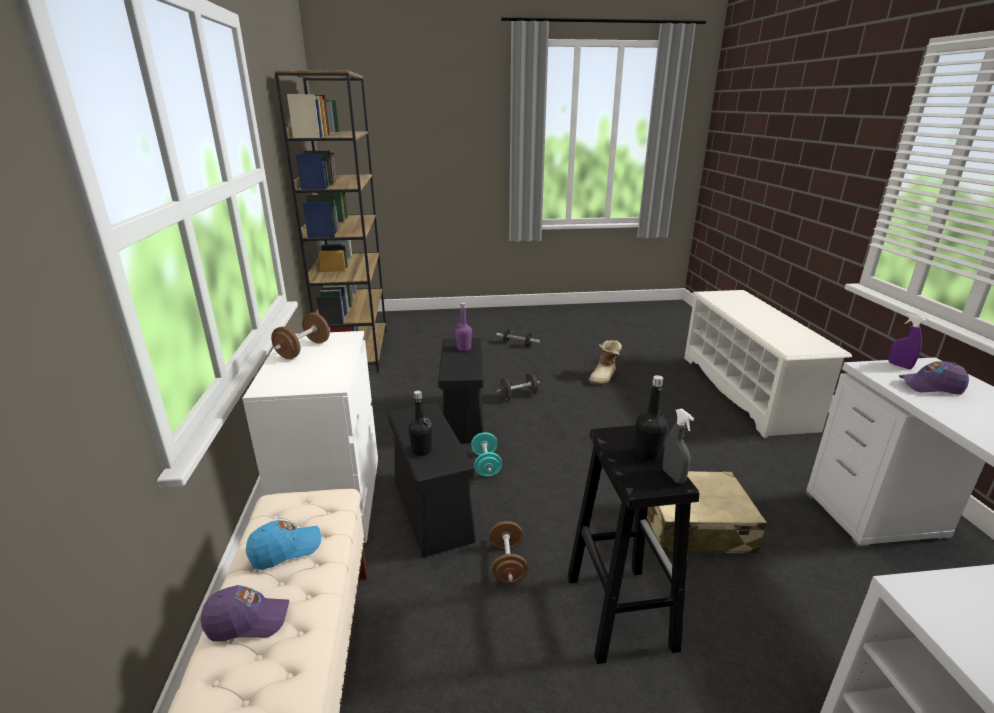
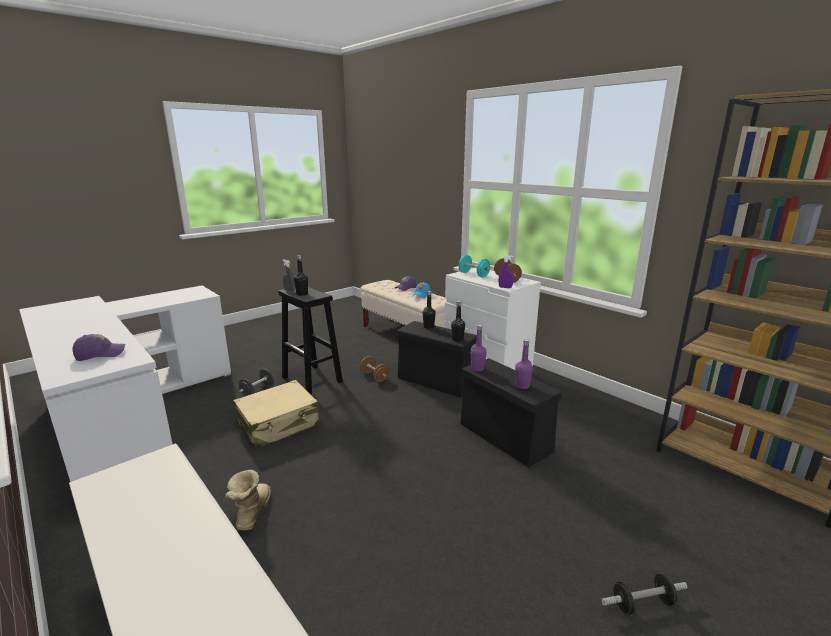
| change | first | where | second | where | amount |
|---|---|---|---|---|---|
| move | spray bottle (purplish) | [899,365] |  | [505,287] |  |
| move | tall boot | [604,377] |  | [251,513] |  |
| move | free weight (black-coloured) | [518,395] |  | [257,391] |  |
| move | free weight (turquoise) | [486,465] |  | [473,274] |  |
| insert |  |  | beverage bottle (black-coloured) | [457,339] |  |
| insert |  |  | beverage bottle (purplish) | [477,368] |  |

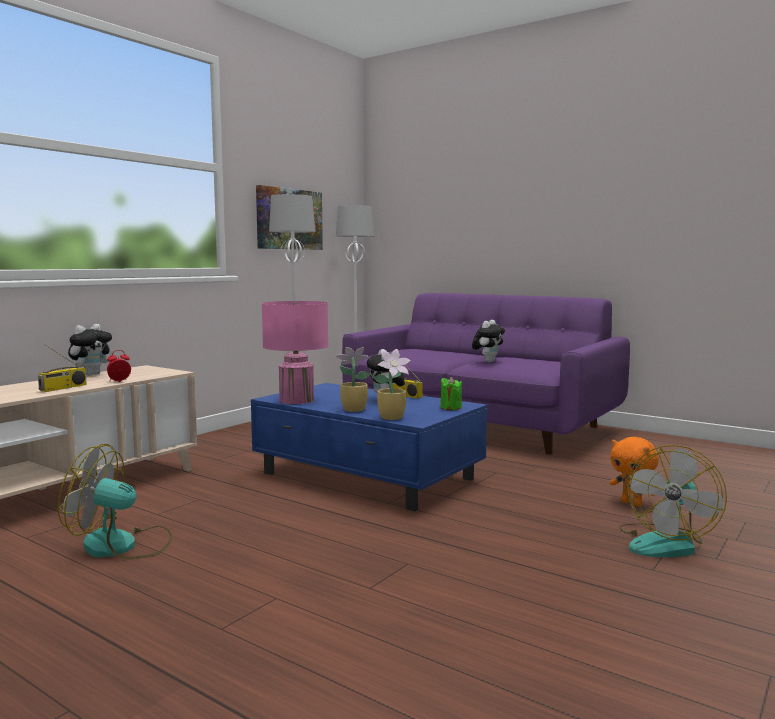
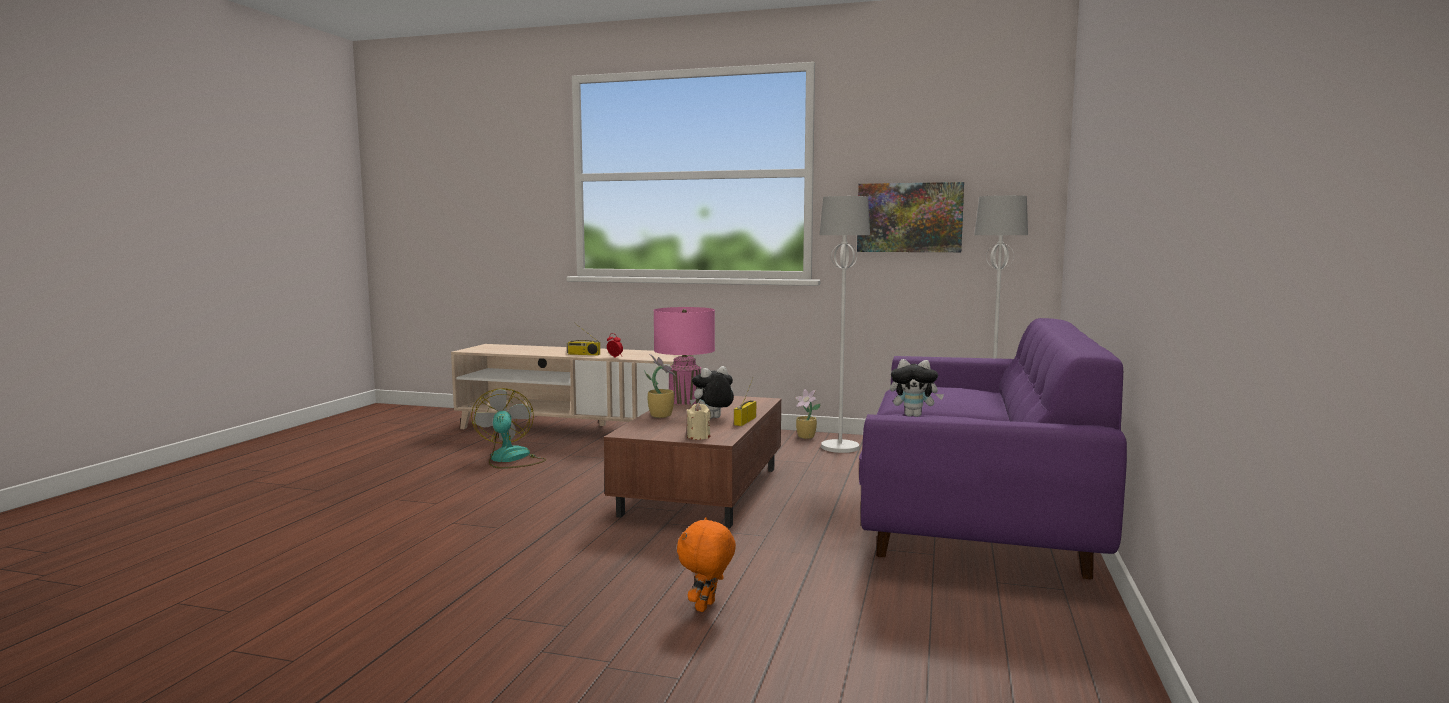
| change | first | where | second | where | amount |
|---|---|---|---|---|---|
| delete | soft toy | [91,374] |  |  |  |
| move | plant in a pot | [393,417] |  | [806,437] |  |
| recolor | wax light (greenish) | [451,408] | wax light (beige-coloured) | [698,437] |  |
| recolor | lounge table (bluish) | [368,477] | lounge table (brown) | [701,491] |  |
| delete | electric fan | [666,543] |  |  |  |

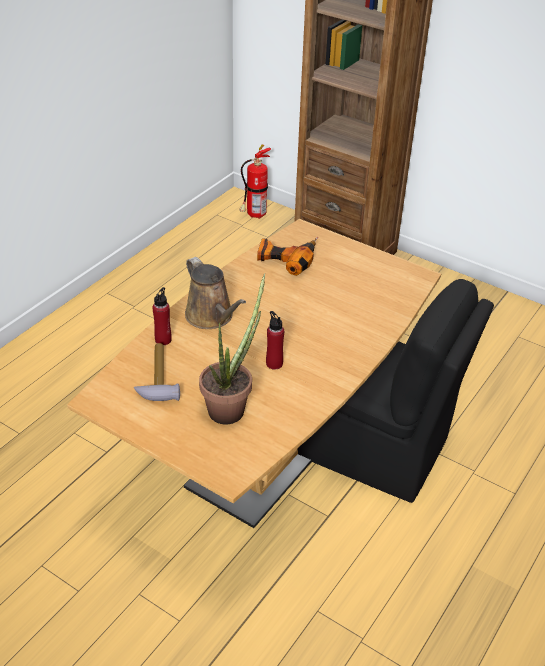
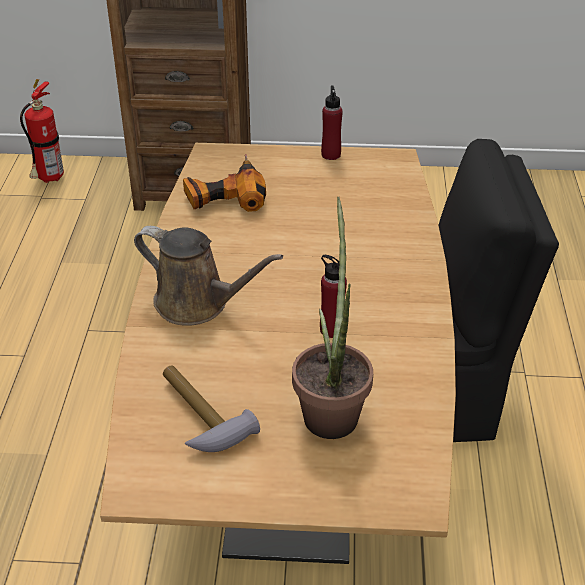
| change | first | where | second | where | amount |
|---|---|---|---|---|---|
| move | beverage bottle (red-coloured) | [163,340] |  | [331,154] |  |

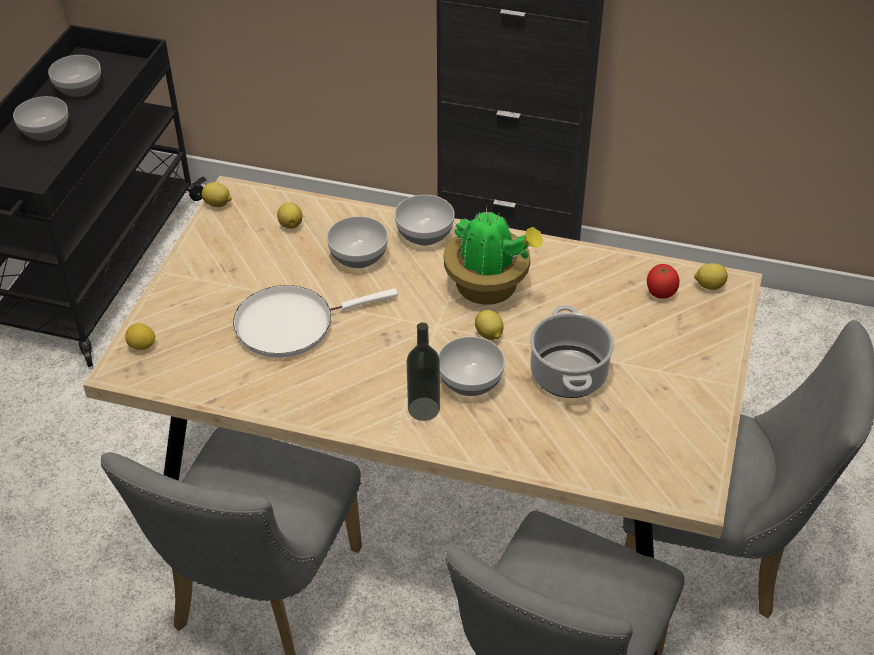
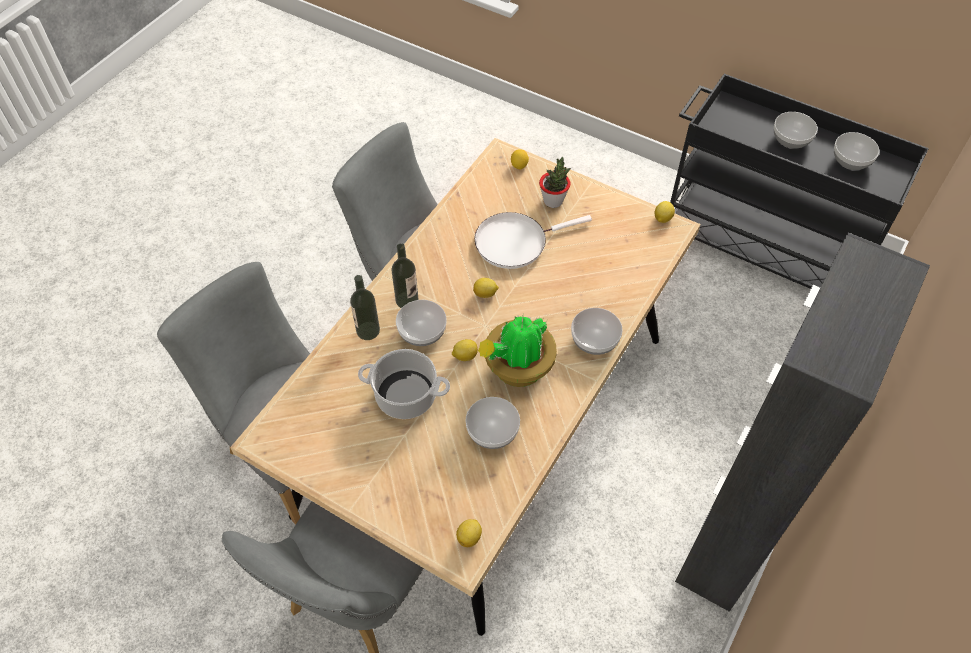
| change | first | where | second | where | amount |
|---|---|---|---|---|---|
| move | citrus fruit | [290,224] |  | [485,294] |  |
| move | deep dish | [358,256] |  | [493,432] |  |
| delete | tomato | [660,293] |  |  |  |
| rotate | skillet (whitish) | [291,324] |  | [515,242] | 105 degrees counterclockwise |
| insert |  |  | plant in a pot | [553,201] |  |
| insert |  |  | beverage bottle | [368,331] |  |

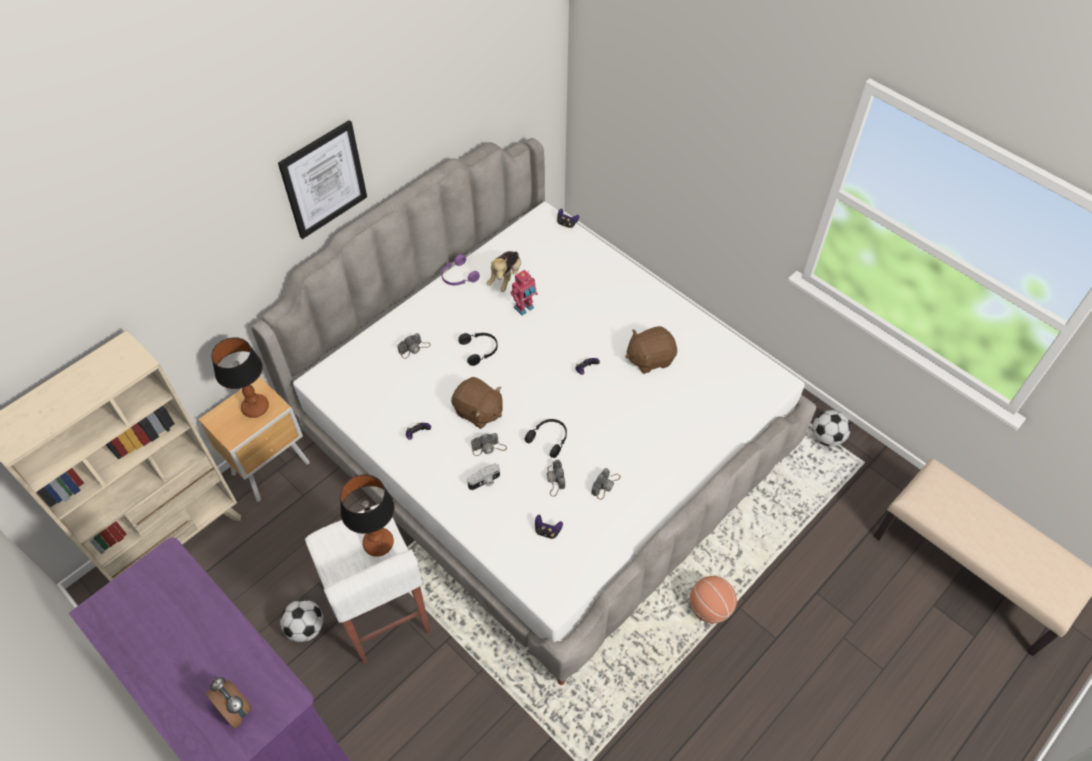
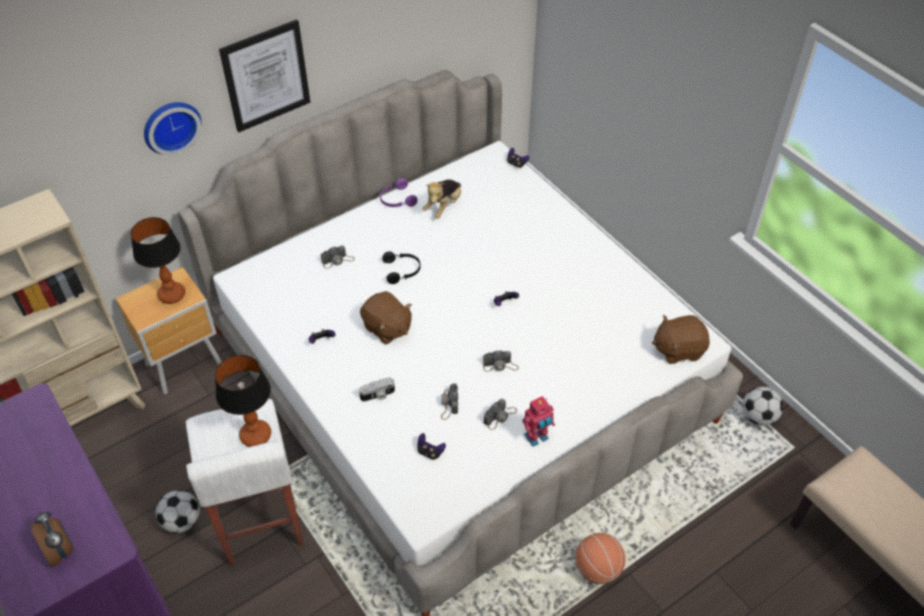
| change | first | where | second | where | amount |
|---|---|---|---|---|---|
| move | robot figure | [524,308] |  | [537,438] |  |
| move | soft toy (brown) | [650,358] |  | [678,349] |  |
| delete | headset (black-coloured) | [549,439] |  |  |  |
| move | photo camera | [488,447] |  | [500,365] |  |
| insert |  |  | hanging clock | [170,125] |  |

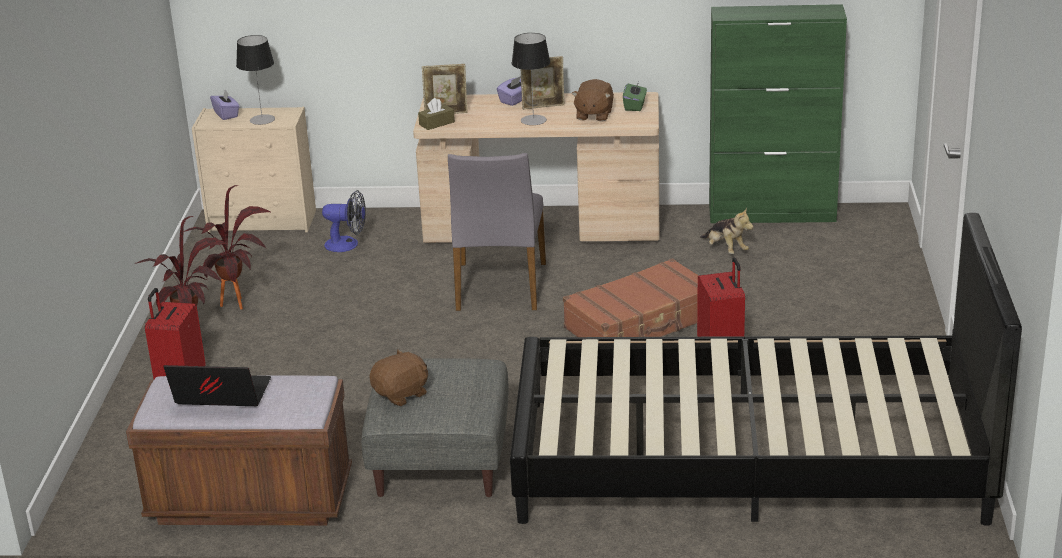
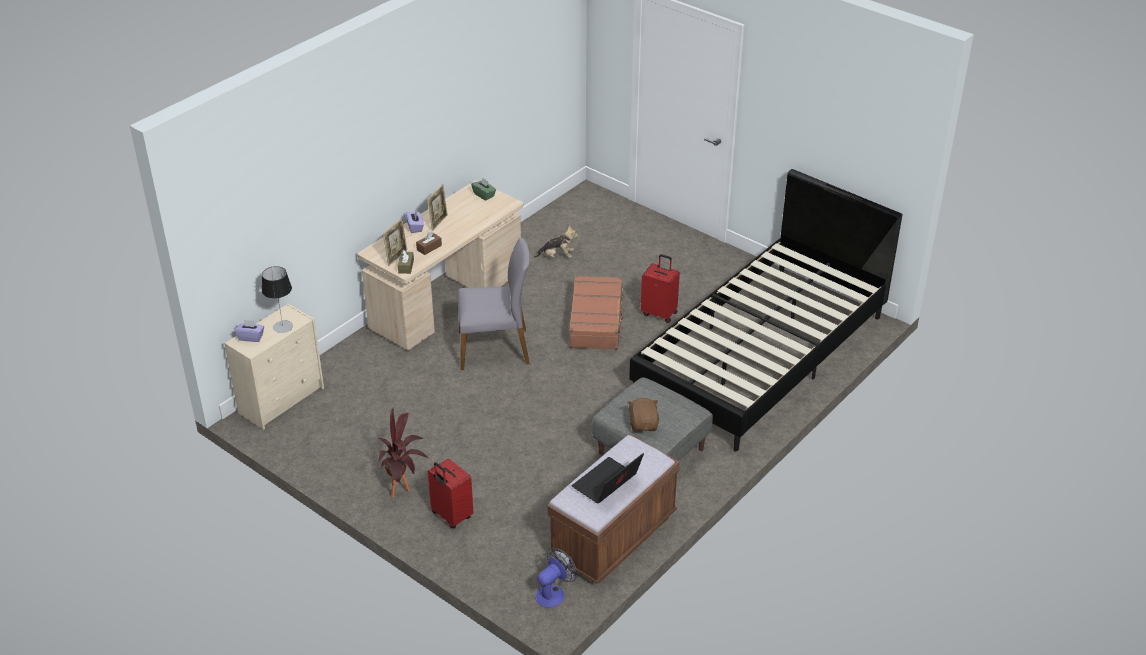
| change | first | where | second | where | amount |
|---|---|---|---|---|---|
| delete | storage cabinet (greenish) | [772,214] |  |  |  |
| delete | lamp for a table | [533,120] |  |  |  |
| delete | soft toy (brown) | [593,115] |  |  |  |
| rotate | upright chair (grey) | [499,287] |  | [495,348] | 45 degrees counterclockwise |
| delete | plant in a pot | [239,306] |  |  |  |
| move | electric fan | [347,244] |  | [554,593] |  |
| insert |  |  | tissue box (brown) | [429,248] |  |

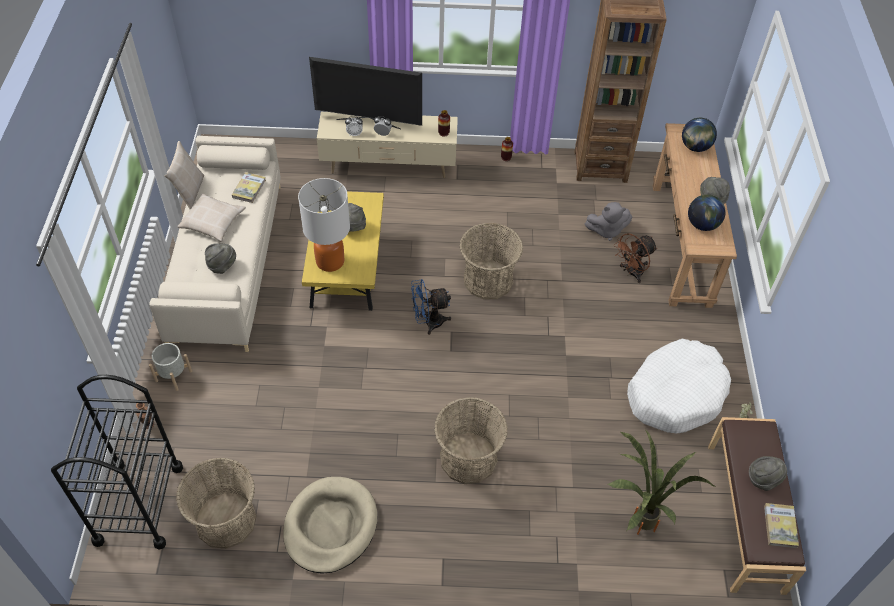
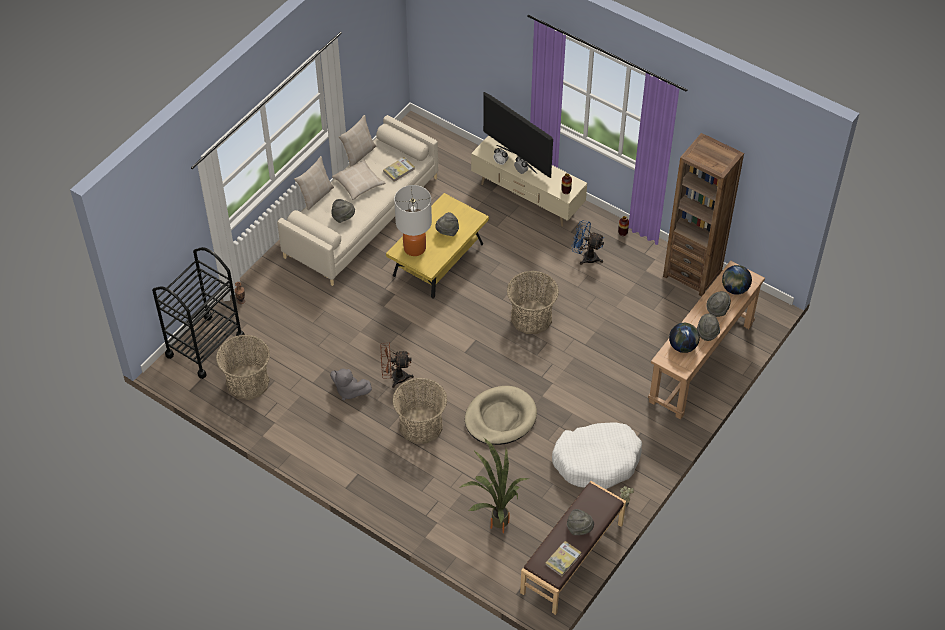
| change | first | where | second | where | amount |
|---|---|---|---|---|---|
| move | soft toy (grey) | [606,230] |  | [349,391] |  |
| move | electric fan (brown) | [631,273] |  | [394,377] |  |
| move | electric fan (bluish) | [428,322] |  | [586,257] |  |
| delete | flower pot (grey) | [173,376] |  |  |  |
| move | pet bed (beige-coloured) | [330,526] |  | [500,418] |  |
| insert |  |  | throw pillow (beige-coloured) | [316,196] |  |
| insert |  |  | clothing hat (grey) | [717,310] |  |

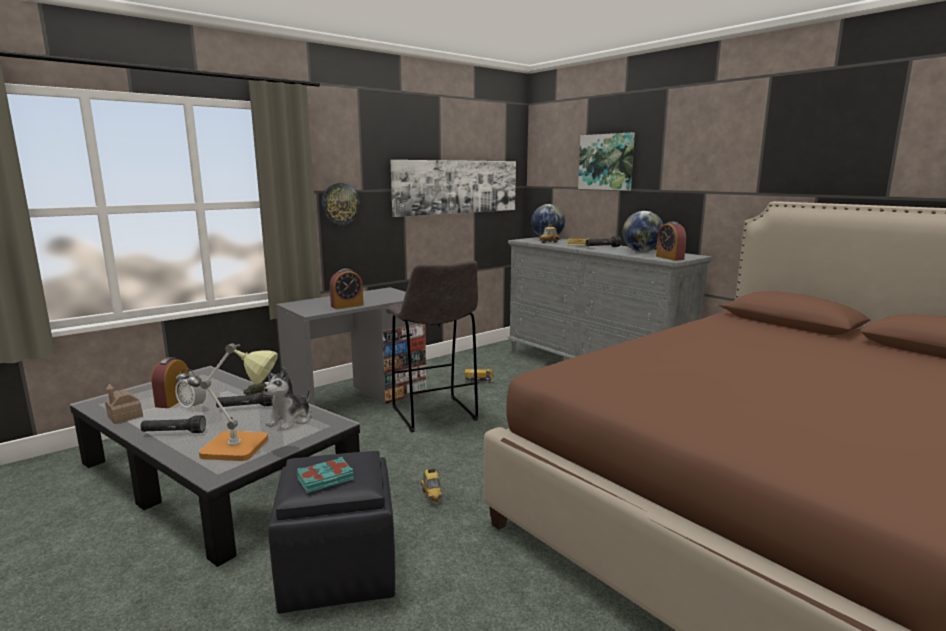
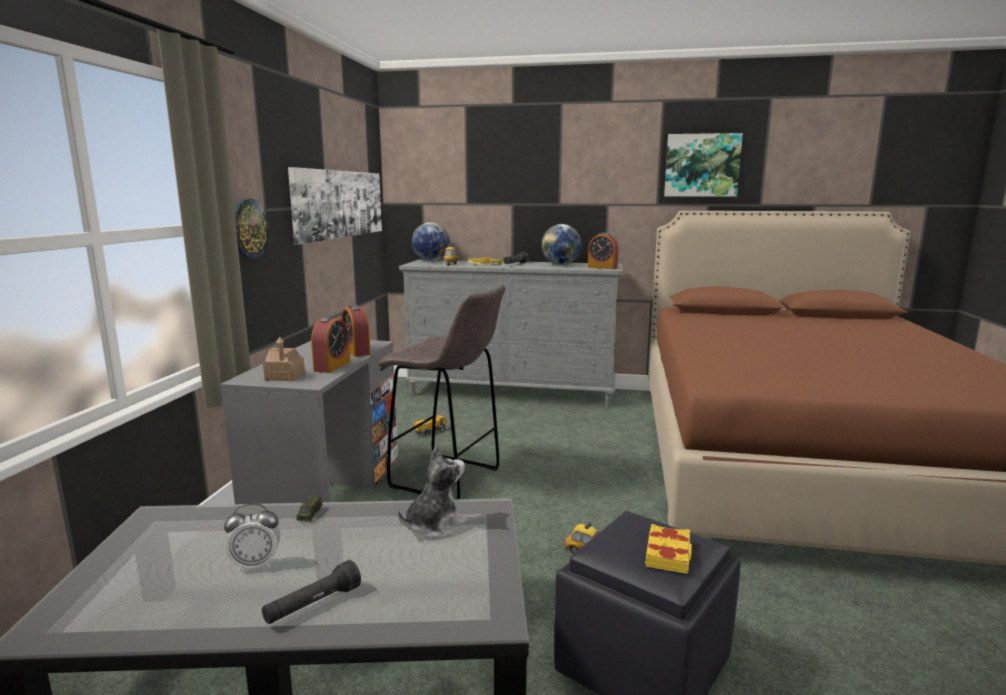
| change | first | where | second | where | amount |
|---|---|---|---|---|---|
| move | wall picture | [606,162] |  | [702,165] |  |
| delete | lamp for a table | [243,447] |  |  |  |
| move | table clock | [173,400] |  | [356,351] |  |
| rotate | soft toy | [290,420] |  | [434,525] | 120 degrees counterclockwise |
| move | model house | [125,416] |  | [285,376] |  |
| delete | flashlight (black-coloured) | [245,407] |  |  |  |
| recolor | bound book (turquoise) | [326,479] | bound book (yellow) | [668,554] |  |

